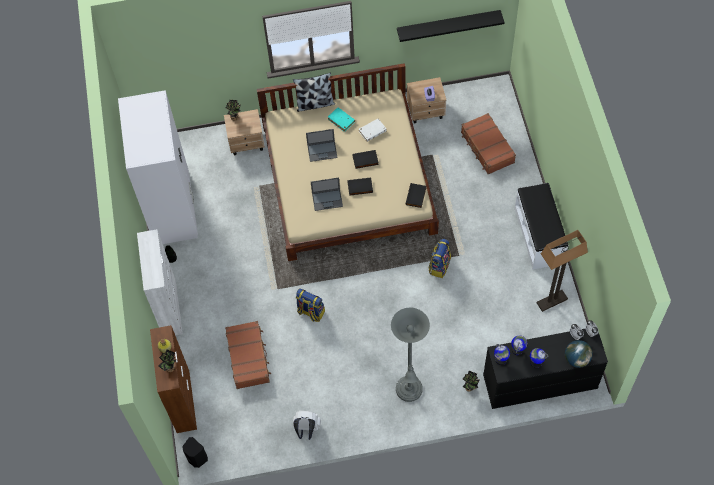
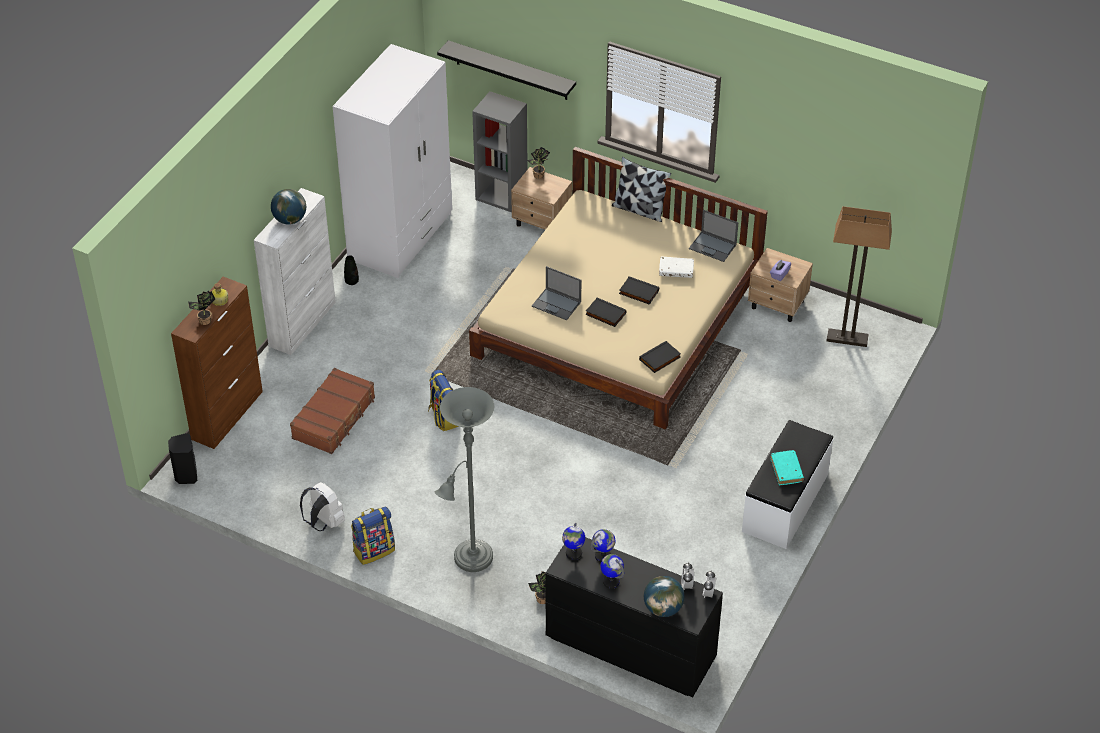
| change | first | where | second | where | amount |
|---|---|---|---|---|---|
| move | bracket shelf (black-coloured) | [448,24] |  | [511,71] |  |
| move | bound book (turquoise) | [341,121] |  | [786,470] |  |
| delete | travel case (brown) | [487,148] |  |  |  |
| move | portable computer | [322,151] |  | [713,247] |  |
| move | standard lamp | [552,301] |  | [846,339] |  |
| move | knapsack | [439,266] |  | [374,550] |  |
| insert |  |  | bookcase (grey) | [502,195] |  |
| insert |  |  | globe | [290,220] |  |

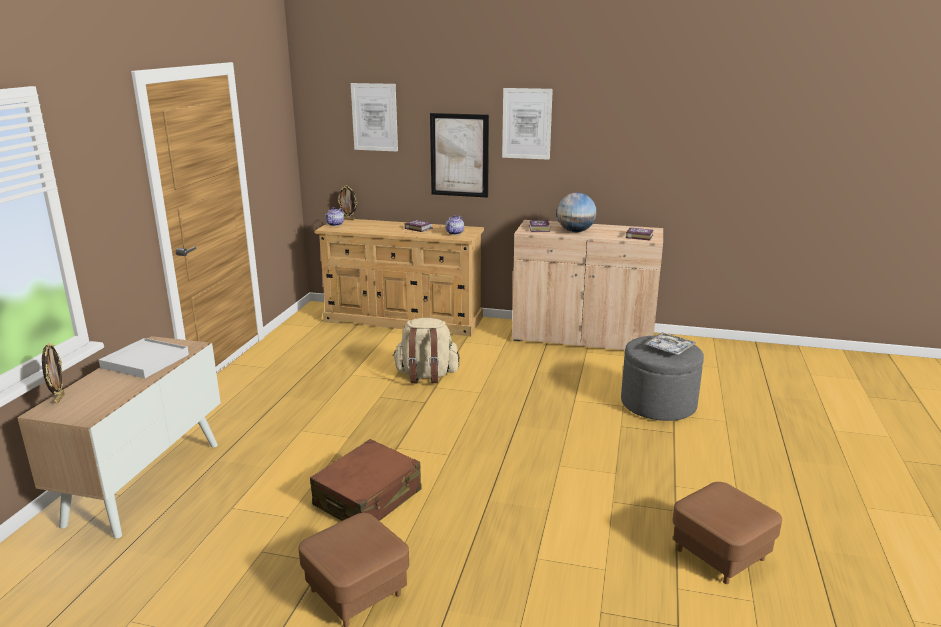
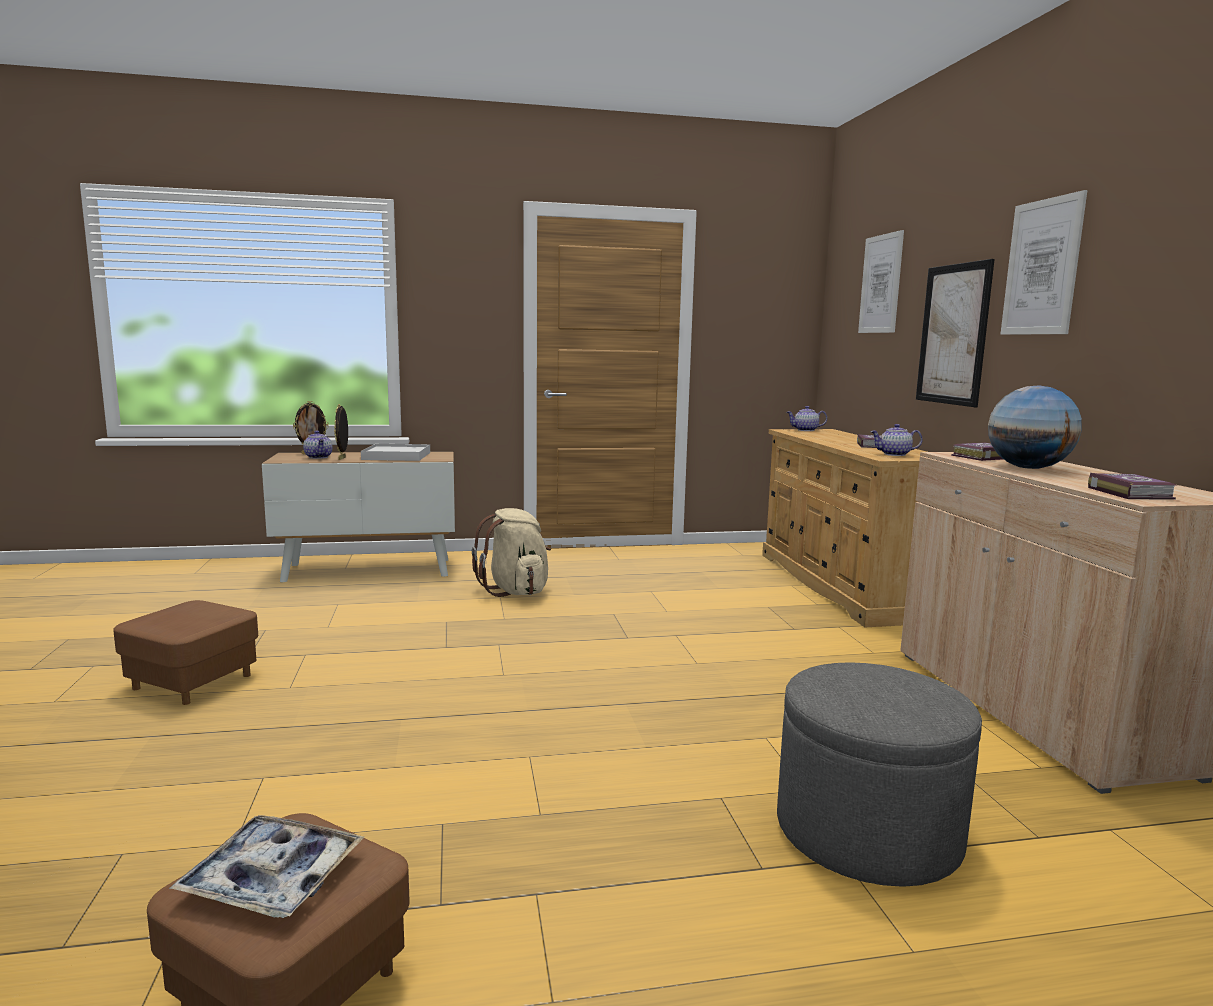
| change | first | where | second | where | amount |
|---|---|---|---|---|---|
| move | picture frame | [349,219] |  | [343,458] |  |
| move | knapsack (beige-coloured) | [426,376] |  | [516,591] |  |
| move | serving tray | [669,348] |  | [272,878] |  |
| delete | travel case (brown) | [368,498] |  |  |  |
| insert |  |  | pot for tea | [319,457] |  |

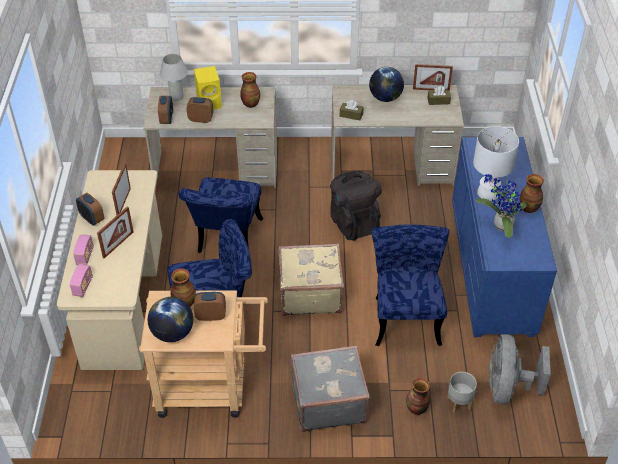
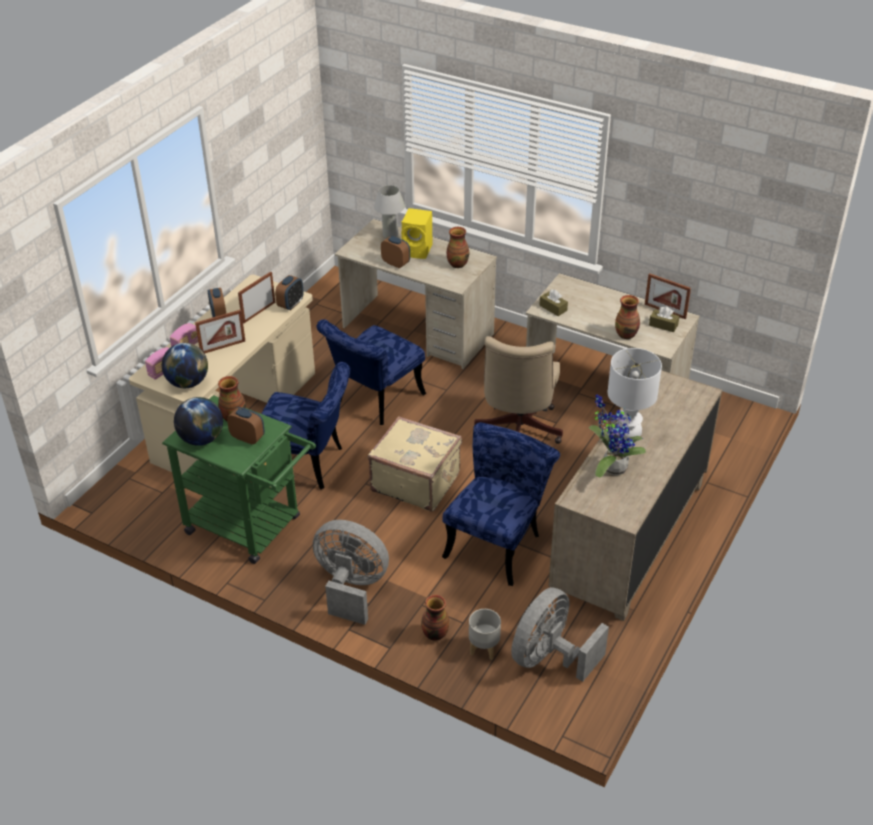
| change | first | where | second | where | amount |
|---|---|---|---|---|---|
| move | globe | [385,98] |  | [188,383] |  |
| move | table clock | [167,119] |  | [291,304] |  |
| recolor | chest of drawers (bluish) | [491,271] | chest of drawers (beige-coloured) | [630,536] |  |
| replace | knapsack (black-coloured) | [353,222] | desk chair (beige-coloured) | [517,431] |  |
| move | decorative vase | [529,208] |  | [626,334] |  |
| recolor | wheeled cart (beige-coloured) | [210,388] | wheeled cart (greenish) | [251,528] |  |
| replace | travel case (grey) | [327,401] | electric fan (grey) | [351,588] |  |

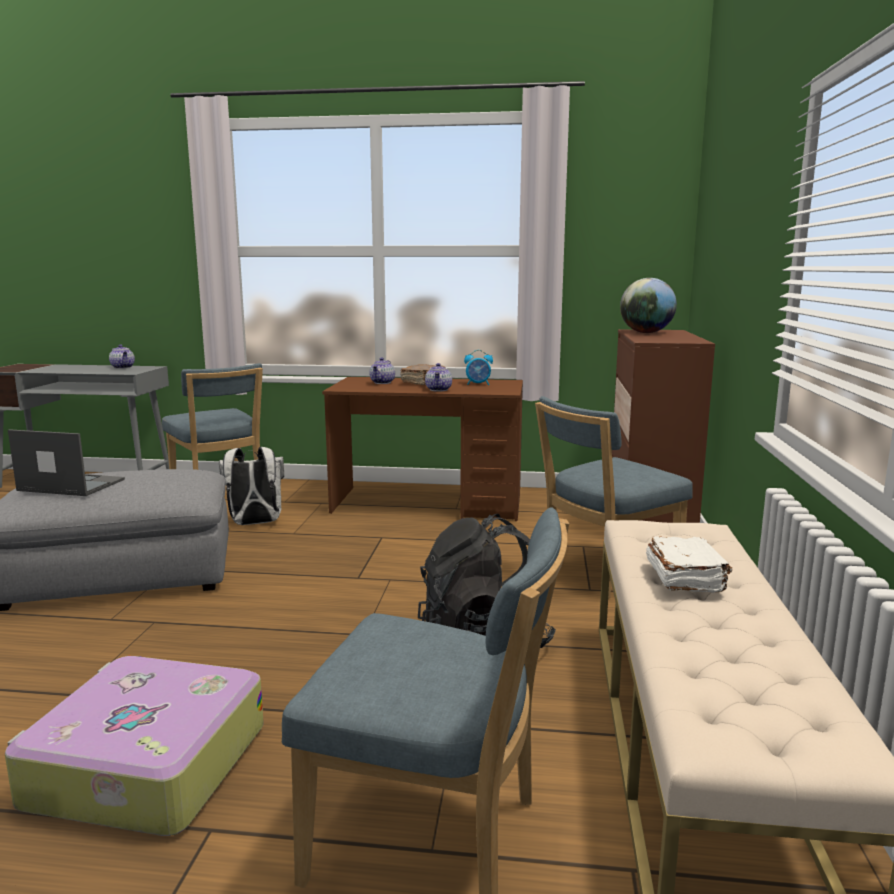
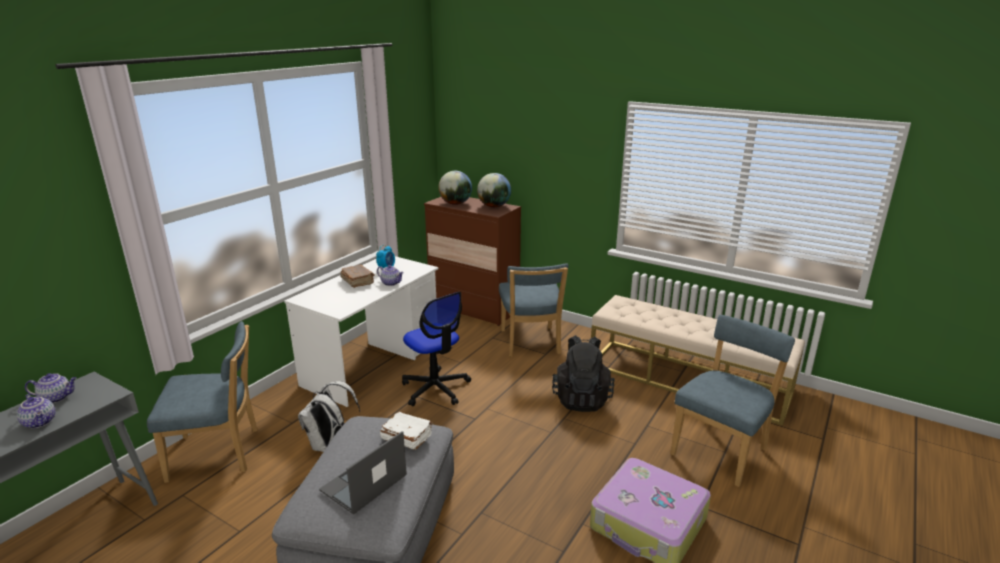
| change | first | where | second | where | amount |
|---|---|---|---|---|---|
| move | pot for tea | [383,382] |  | [41,422] |  |
| recolor | desk unit (brown) | [428,504] | desk unit (whitish) | [373,364] |  |
| move | bound book (whitish) | [685,579] |  | [406,437] |  |
| insert |  |  | globe | [494,206] |  |
| insert |  |  | desk chair | [436,388] |  |

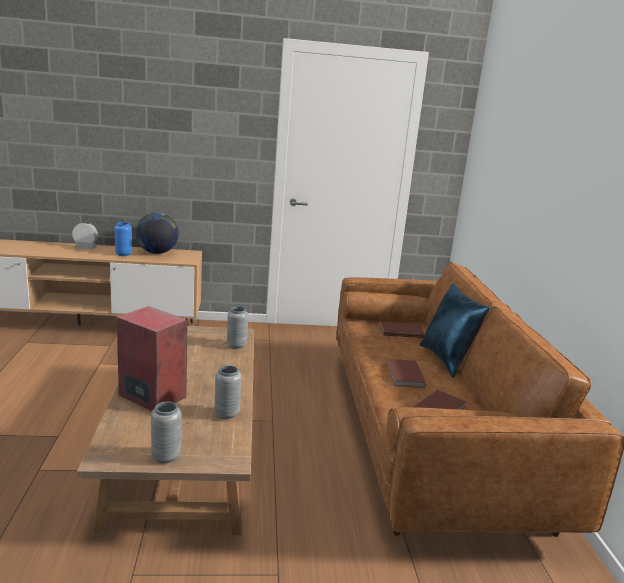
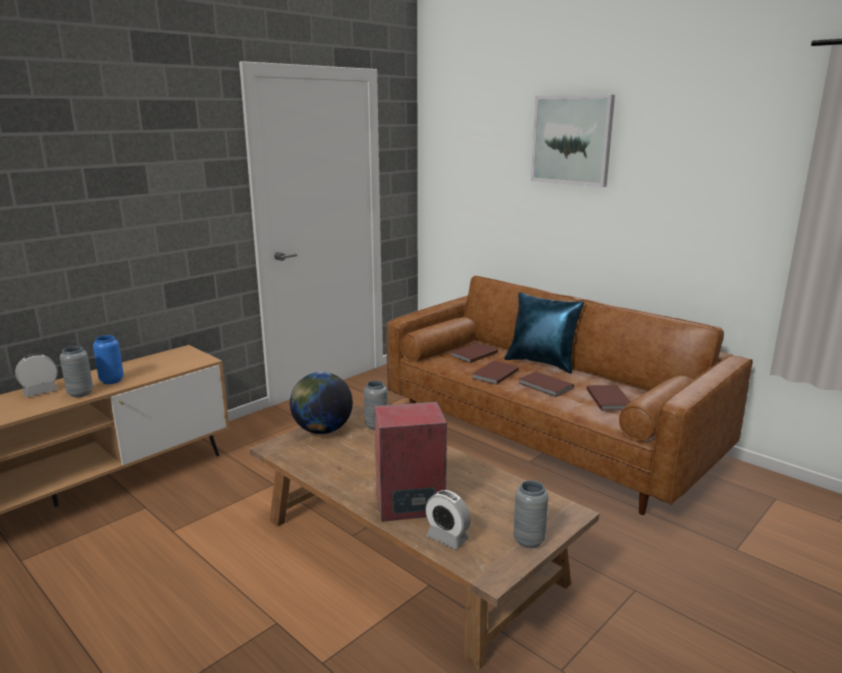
| change | first | where | second | where | amount |
|---|---|---|---|---|---|
| move | globe | [157,252] |  | [322,430] |  |
| move | decorative vase (grey) | [226,414] |  | [80,393] |  |
| insert |  |  | wall picture | [572,140] |  |
| insert |  |  | bound book (brown) | [494,374] |  |
| insert |  |  | table clock | [447,538] |  |

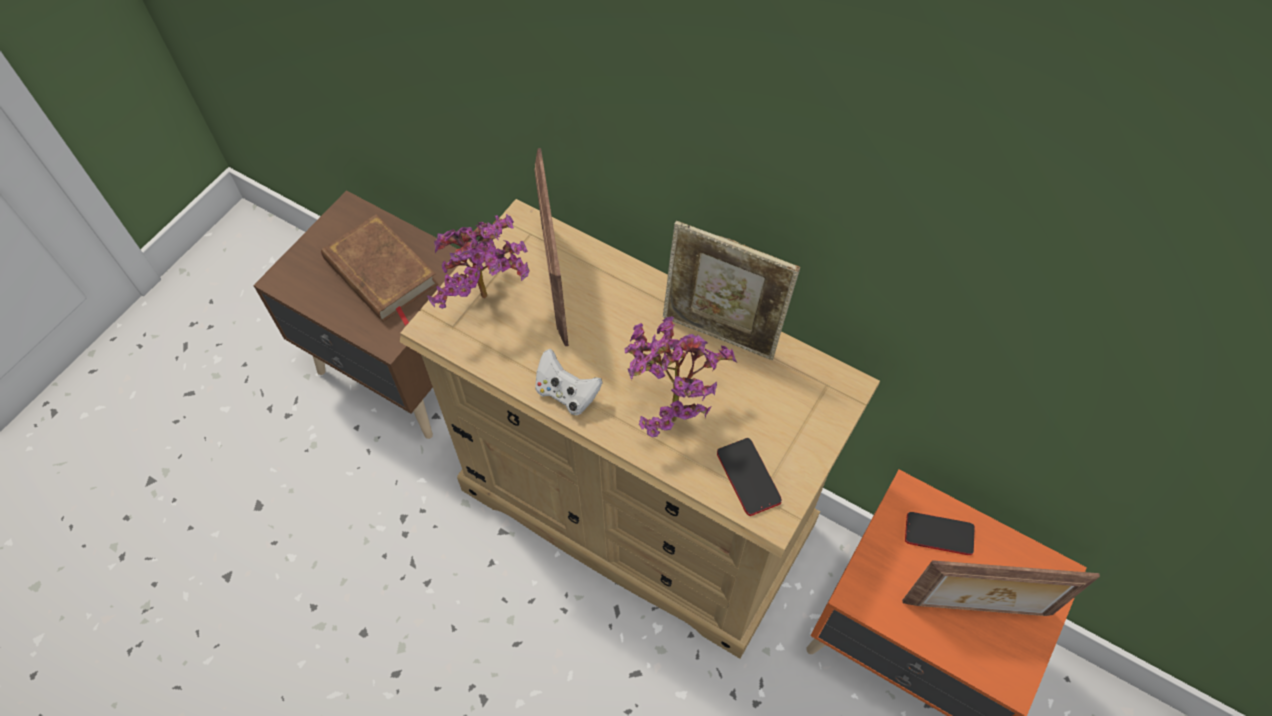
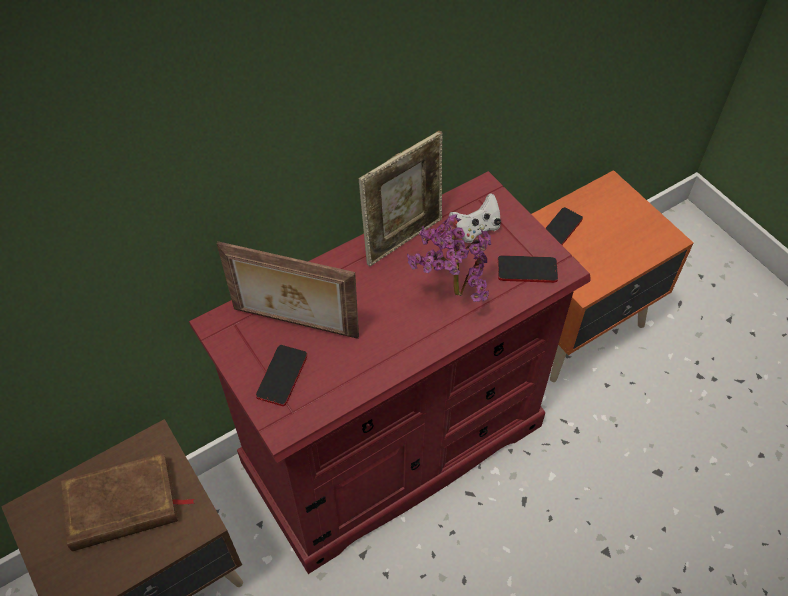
| change | first | where | second | where | amount |
|---|---|---|---|---|---|
| recolor | chest of drawers (beige-coloured) | [636,509] | chest of drawers (red-coloured) | [394,445] |  |
| replace | plant in a pot | [489,300] | handset | [282,376] |  |
| move | game controller (whitish) | [566,393] |  | [475,229] |  |
| delete | picture frame | [977,610] |  |  |  |

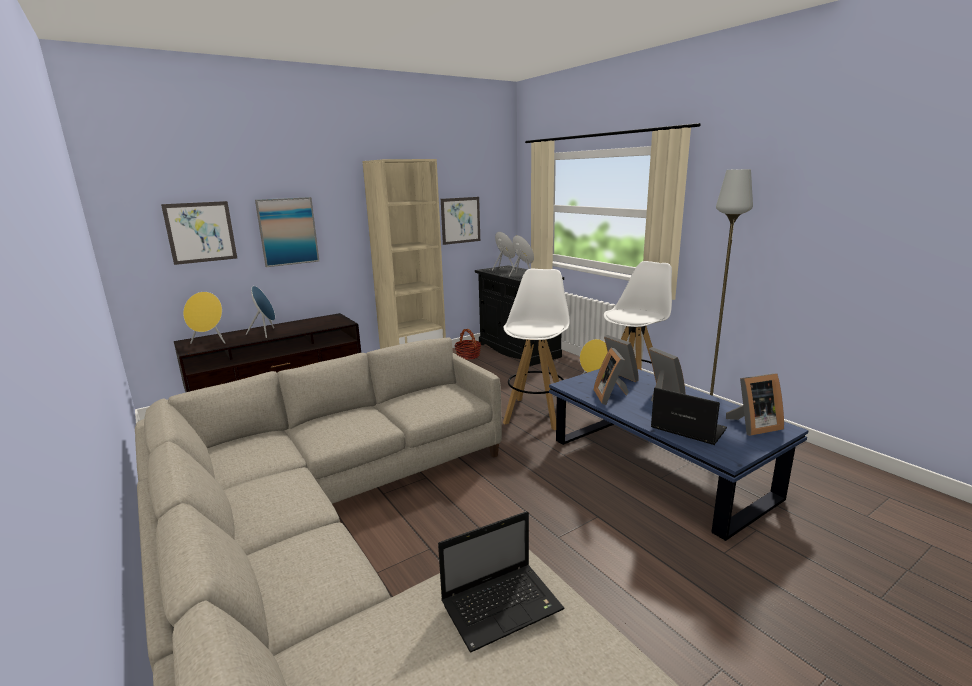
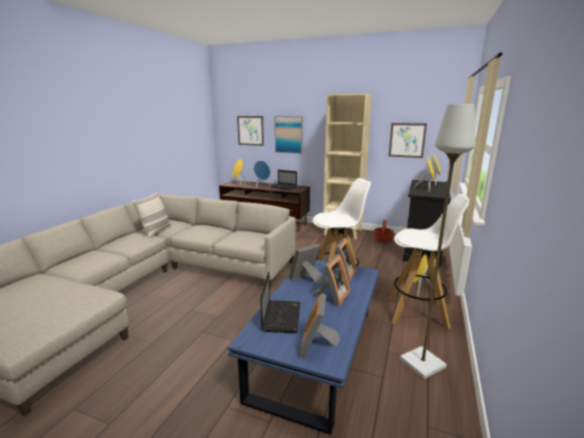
| change | first | where | second | where | amount |
|---|---|---|---|---|---|
| rotate | picture frame | [753,426] |  | [317,346] | 60 degrees clockwise |
| move | portable computer | [503,605] |  | [284,187] |  |
| insert |  |  | throw pillow | [156,231] |  |

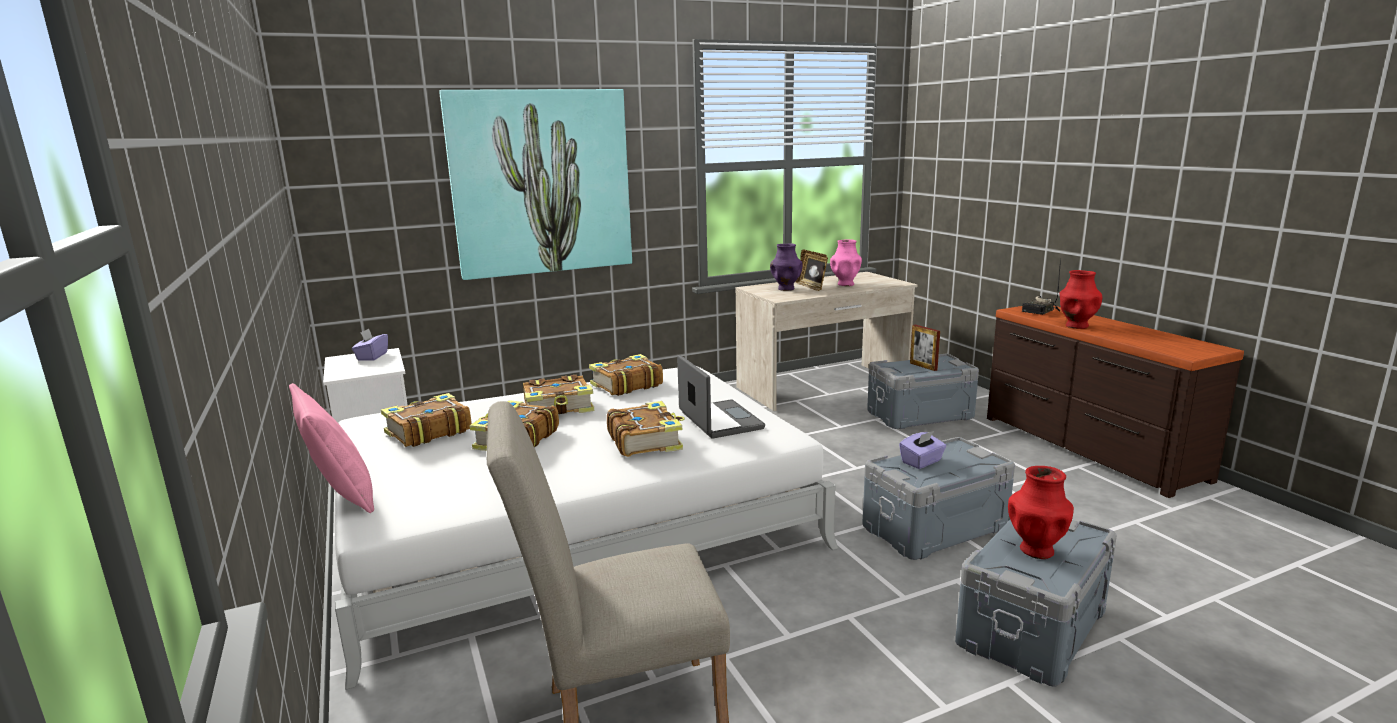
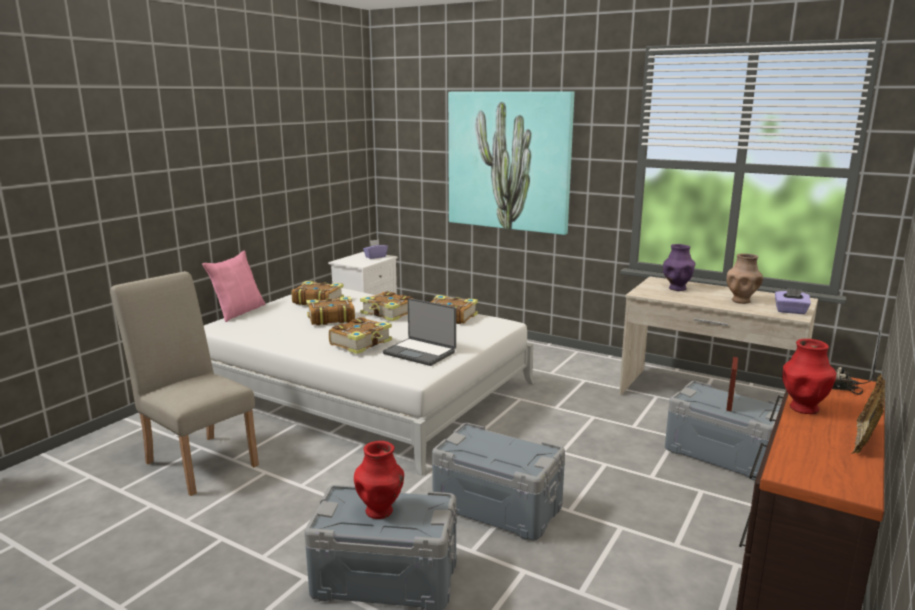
| change | first | where | second | where | amount |
|---|---|---|---|---|---|
| recolor | decorative vase (pink) | [845,284] | decorative vase (brown) | [741,301] |  |
| move | picture frame | [811,287] |  | [864,440] |  |
| rotate | portable computer | [719,421] |  | [420,352] | 90 degrees clockwise |
| move | tissue box (purplish) | [922,462] |  | [790,311] |  |

